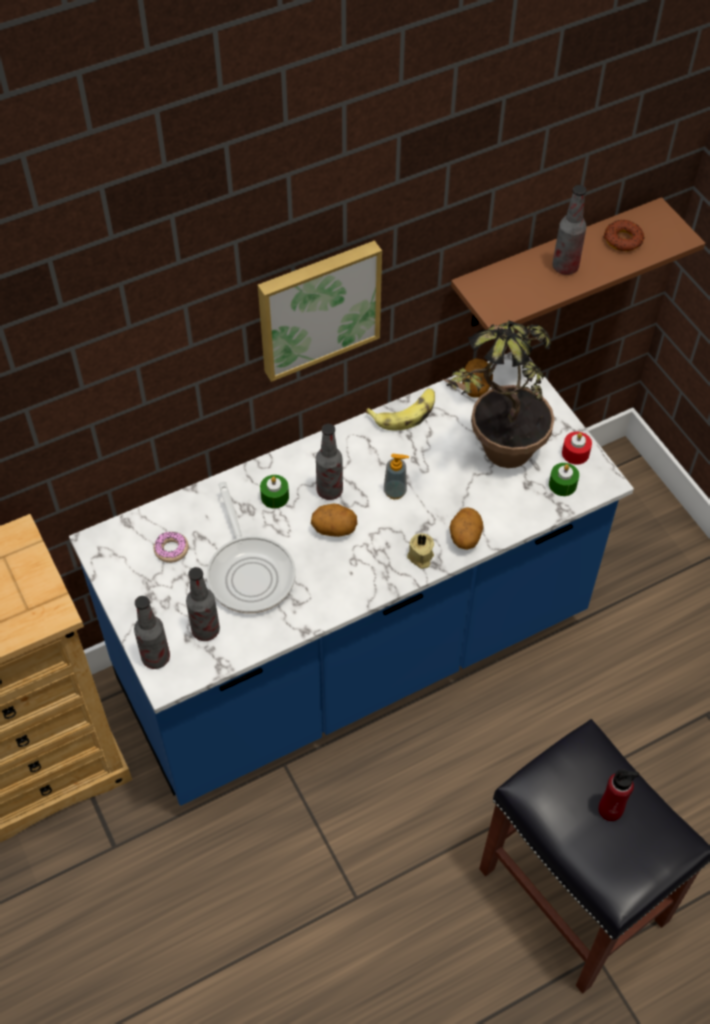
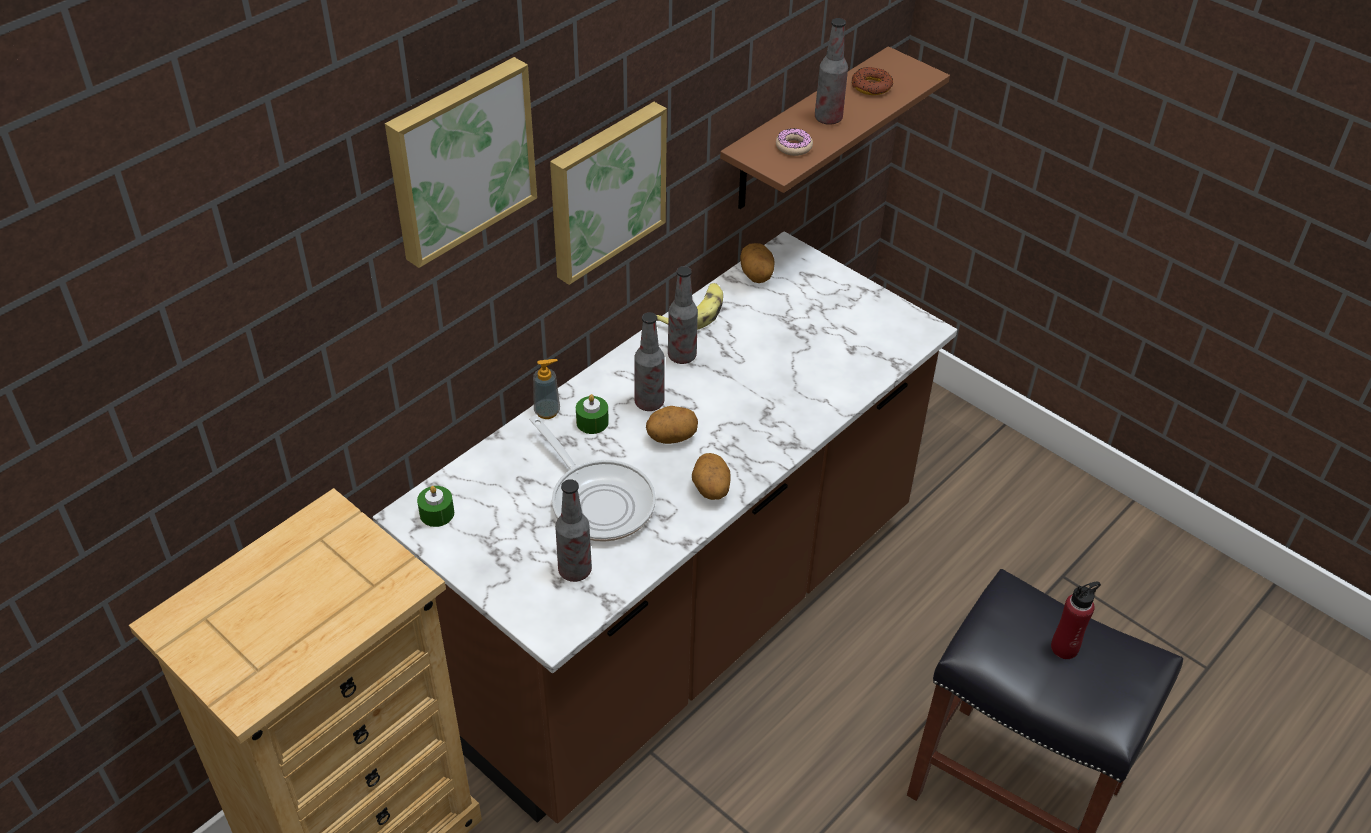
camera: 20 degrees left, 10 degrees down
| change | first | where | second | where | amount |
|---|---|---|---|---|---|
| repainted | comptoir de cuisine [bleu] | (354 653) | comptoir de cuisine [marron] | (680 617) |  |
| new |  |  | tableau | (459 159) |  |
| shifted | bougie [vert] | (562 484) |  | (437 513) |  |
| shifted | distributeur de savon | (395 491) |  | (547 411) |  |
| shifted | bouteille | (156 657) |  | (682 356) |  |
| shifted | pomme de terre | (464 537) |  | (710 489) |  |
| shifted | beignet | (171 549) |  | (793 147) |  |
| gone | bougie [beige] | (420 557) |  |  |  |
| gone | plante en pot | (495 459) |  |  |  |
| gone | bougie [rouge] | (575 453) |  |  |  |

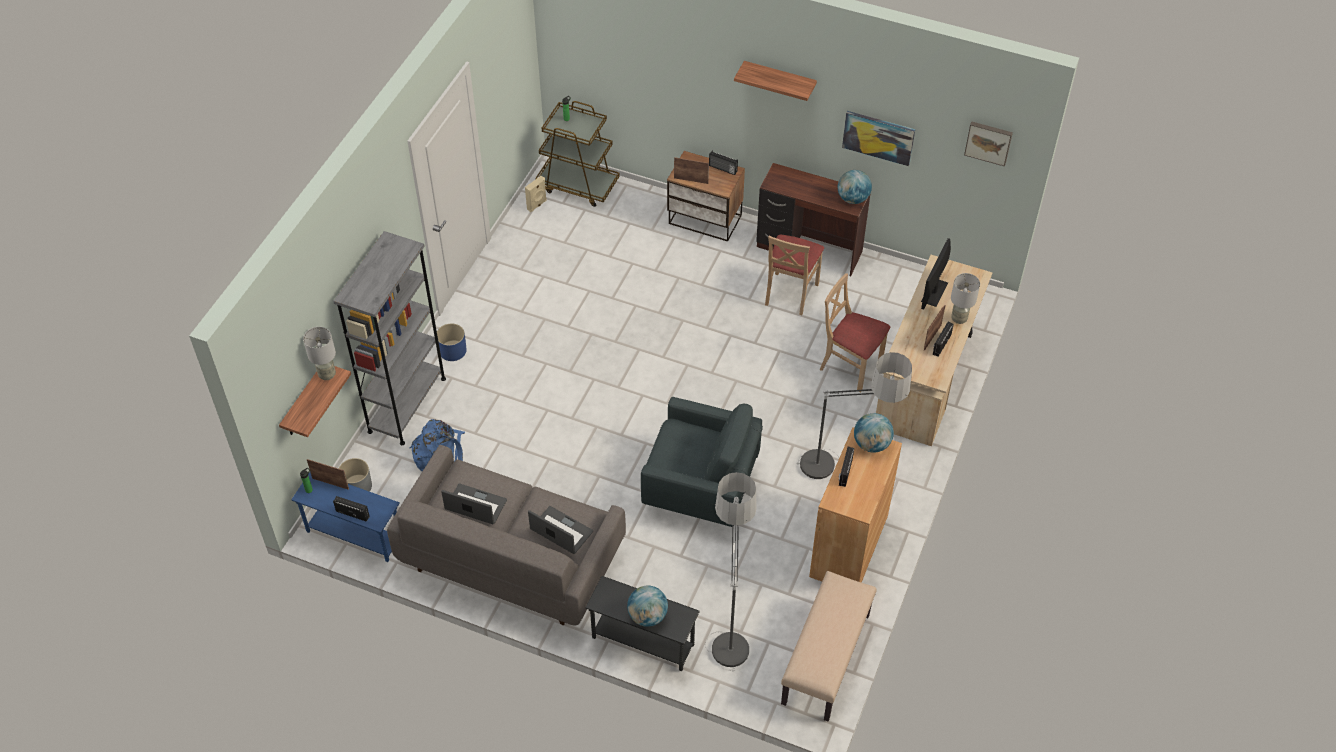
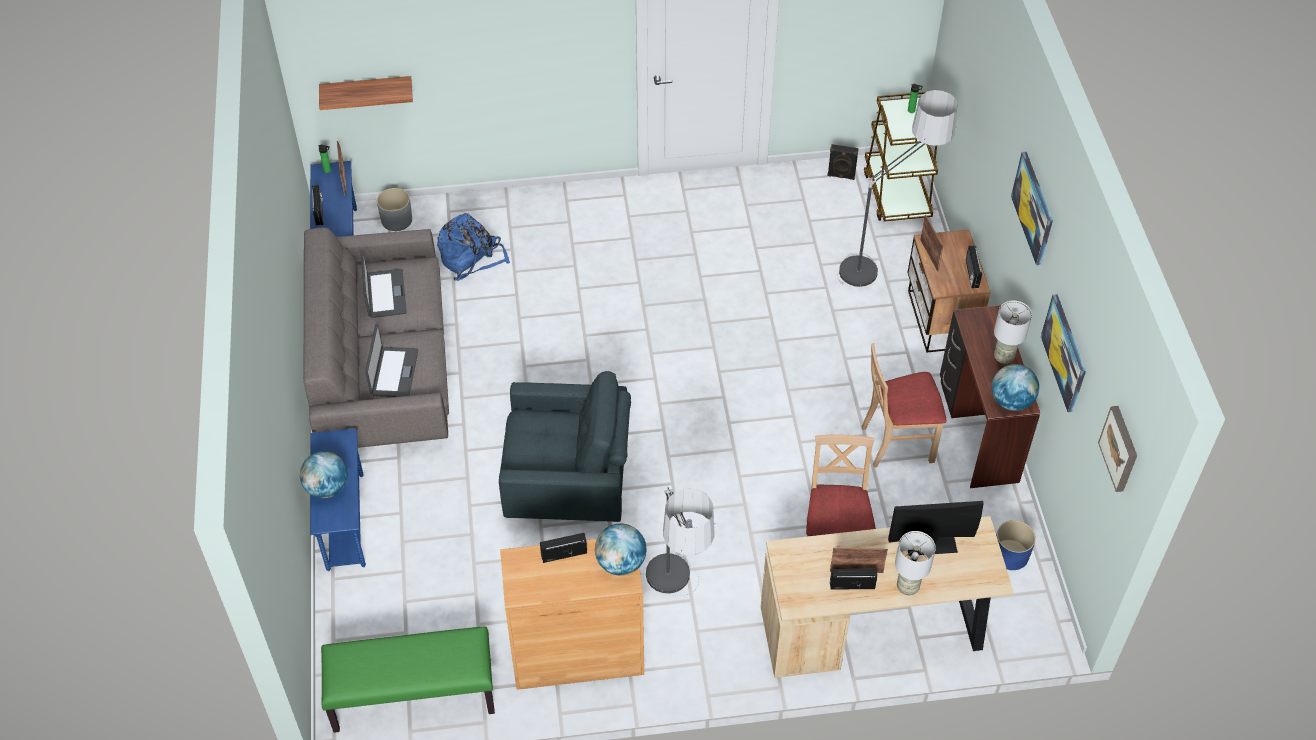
camera: 60 degrees right, 0 degrees up
| change | first | where | second | where | amount |
|---|---|---|---|---|---|
| repainted | table d'appoint [noir] | (643 642) | table d'appoint [bleu] | (344 522) |  |
| repainted | banc [beige] | (826 659) | banc [vert] | (412 697) |  |
| rotated | fauteuil [gris] | (701 487) |  | (568 483) | 75 degrees counterclockwise |
| repainted | enceinte [beige] | (537 205) | enceinte [noir] | (841 176) |  |
| shifted | lampadaire | (728 624) |  | (883 261) |  |
| shifted | lampe de table [gris] | (326 375) |  | (1003 357) |  |
| shifted | cache-pot [bleu] | (453 350) |  | (1010 555) |  |
| swapped | étagère | (779 81) | tableau | (1033 207) |  |
| gone | bibliothèque [gris] | (407 405) |  |  |  |

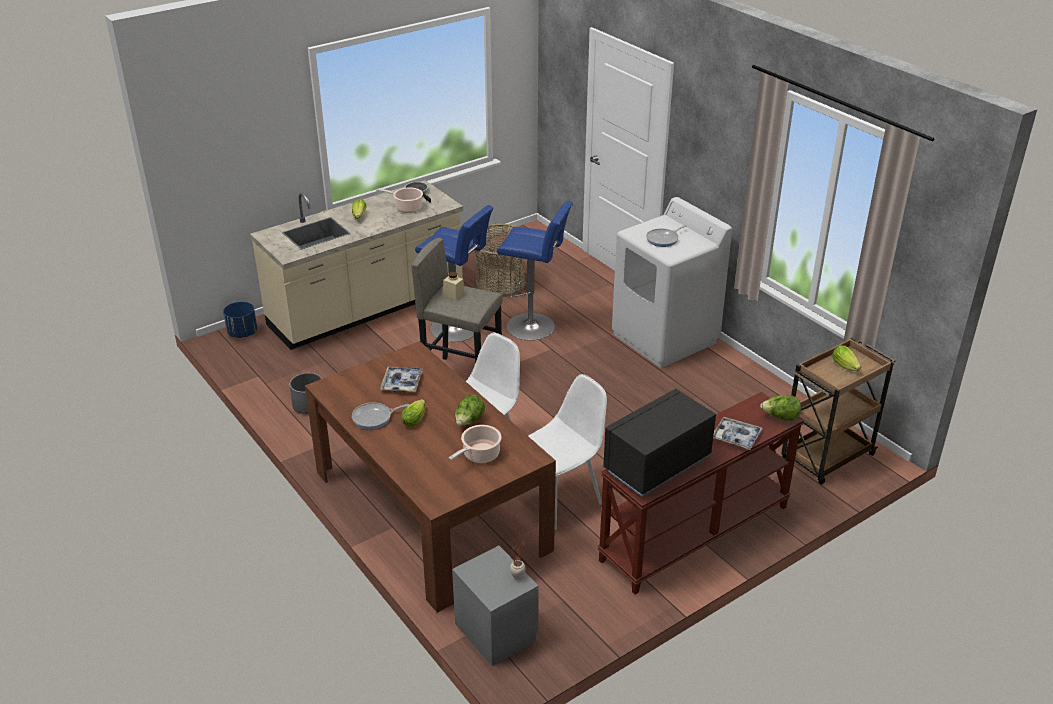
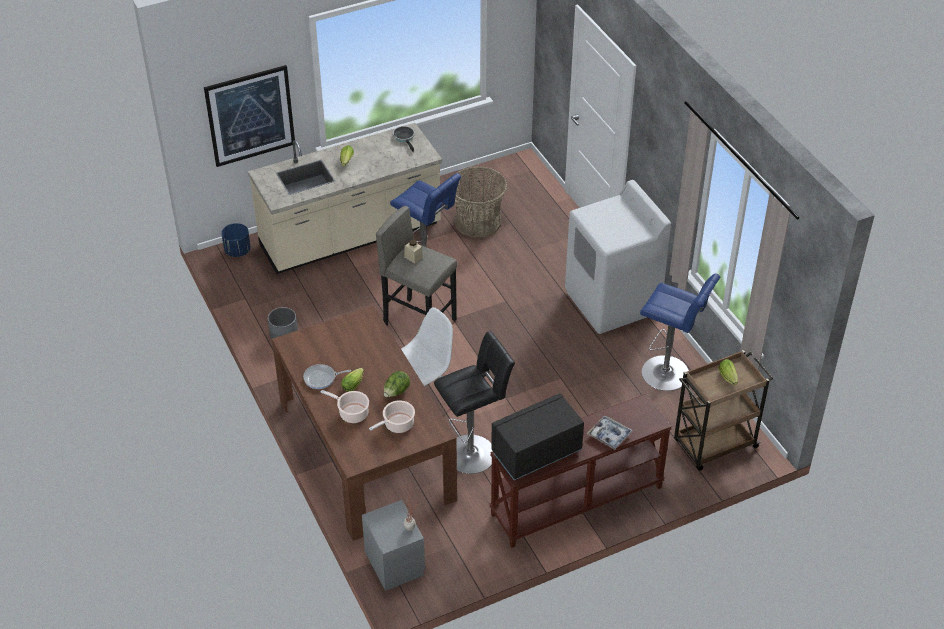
camera: 10 degrees right, 10 degrees up
| change | first | where | second | where | amount |
|---|---|---|---|---|---|
| new |  |  | tableau | (250 115) |  |
| shifted | marmite | (407 208) |  | (352 413) |  |
| swapped | chaise [blanc] | (559 497) | tabouret [noir] | (474 452) |  |
| shifted | tabouret [bleu] | (534 327) |  | (669 374) |  |
| gone | plateau | (402 383) |  |  |  |
| gone | poêle | (664 239) |  |  |  |
| gone | laitue | (780 418) |  |  |  |

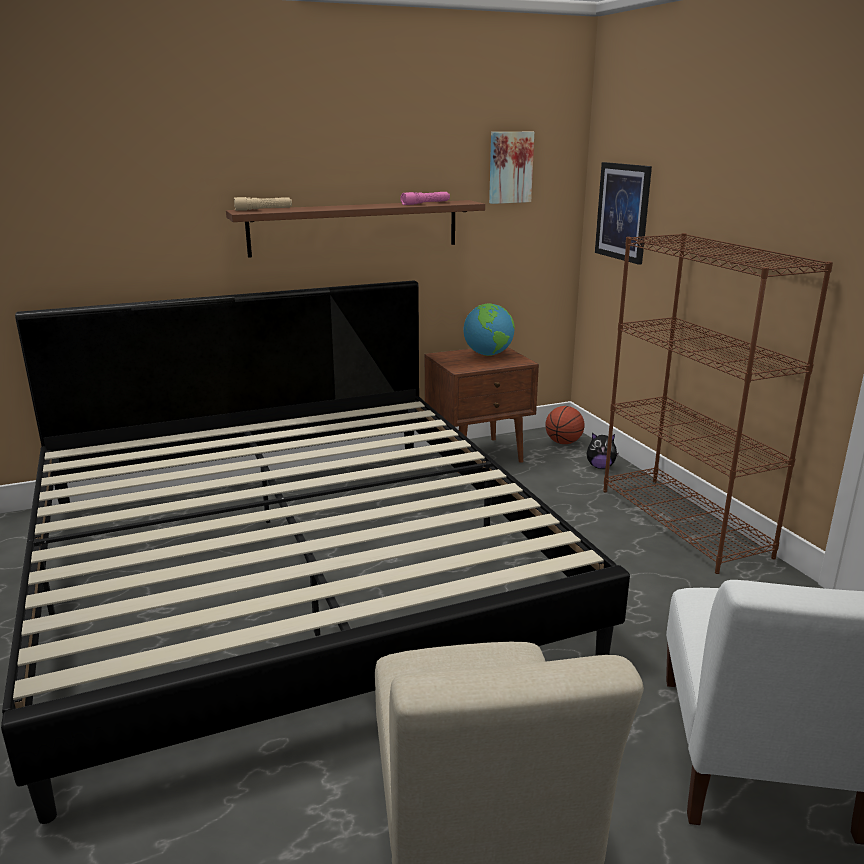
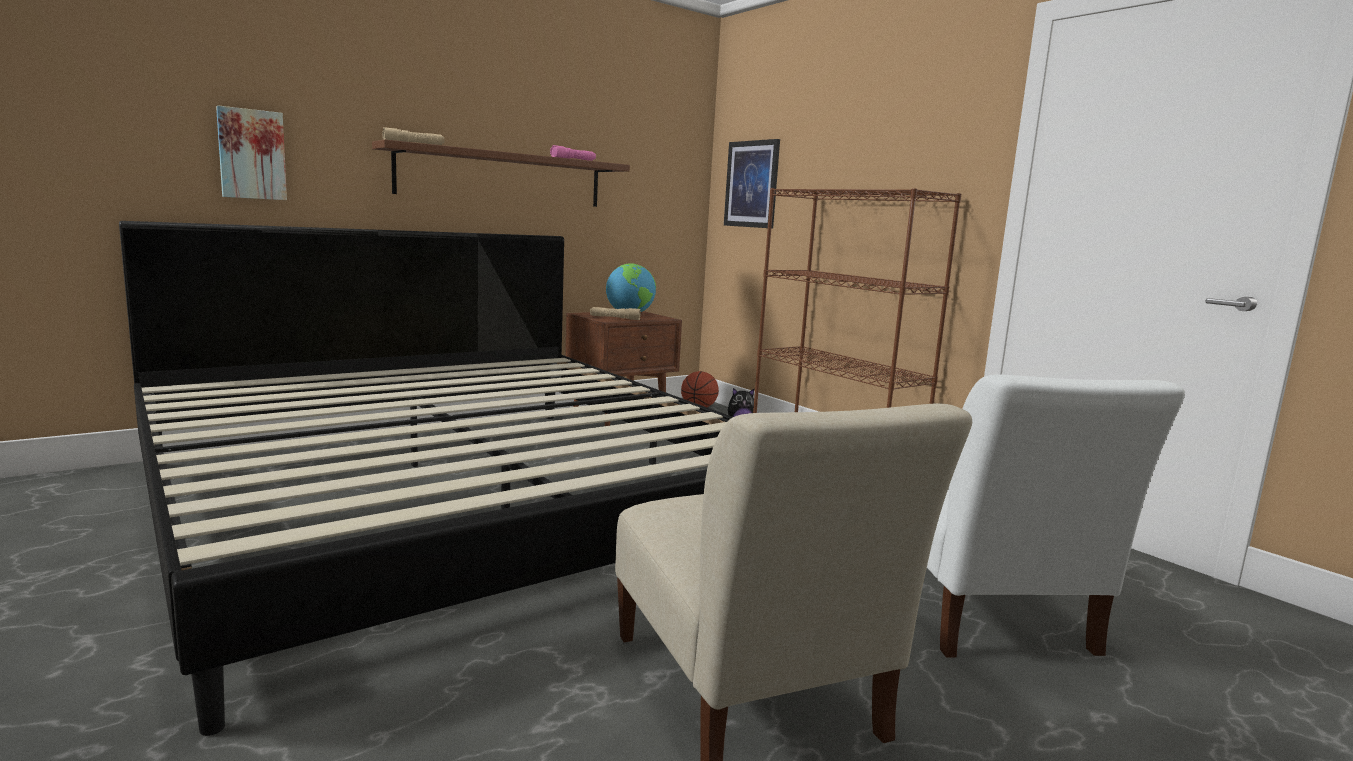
camera: 15 degrees left, 10 degrees down
| change | first | where | second | where | amount |
|---|---|---|---|---|---|
| shifted | tableau | (510 167) |  | (251 154) |  |
| new |  |  | lampe de poche [beige] | (615 318) |  |

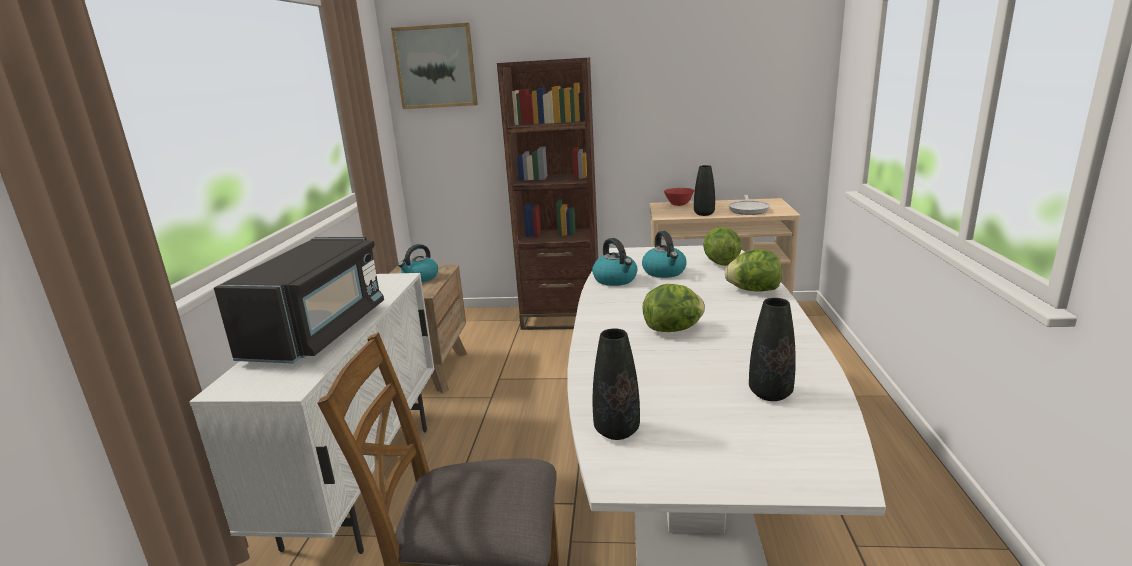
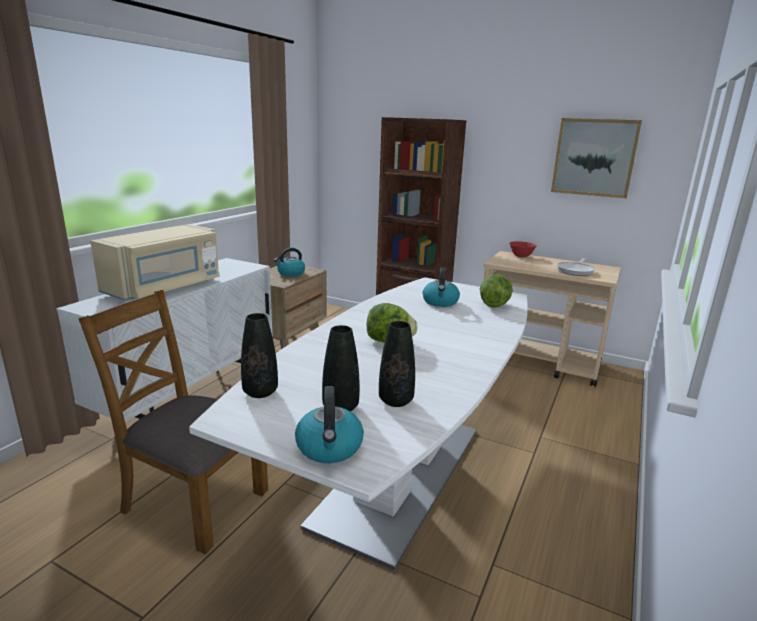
camera: 20 degrees right, 0 degrees up
| change | first | where | second | where | amount |
|---|---|---|---|---|---|
| repainted | micro-ondes [noir] | (318 332) | micro-ondes [beige] | (165 287) |  |
| shifted | bouilloire | (615 280) |  | (330 448) |  |
| shifted | vase [noir] | (704 214) |  | (340 407) |  |
| shifted | tableau | (436 67) |  | (594 157) |  |
| gone | laitue | (753 290) |  |  |  |

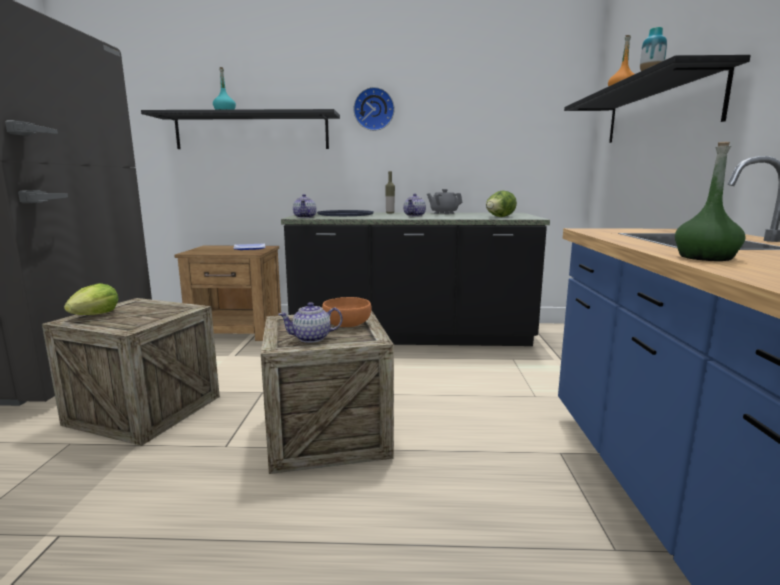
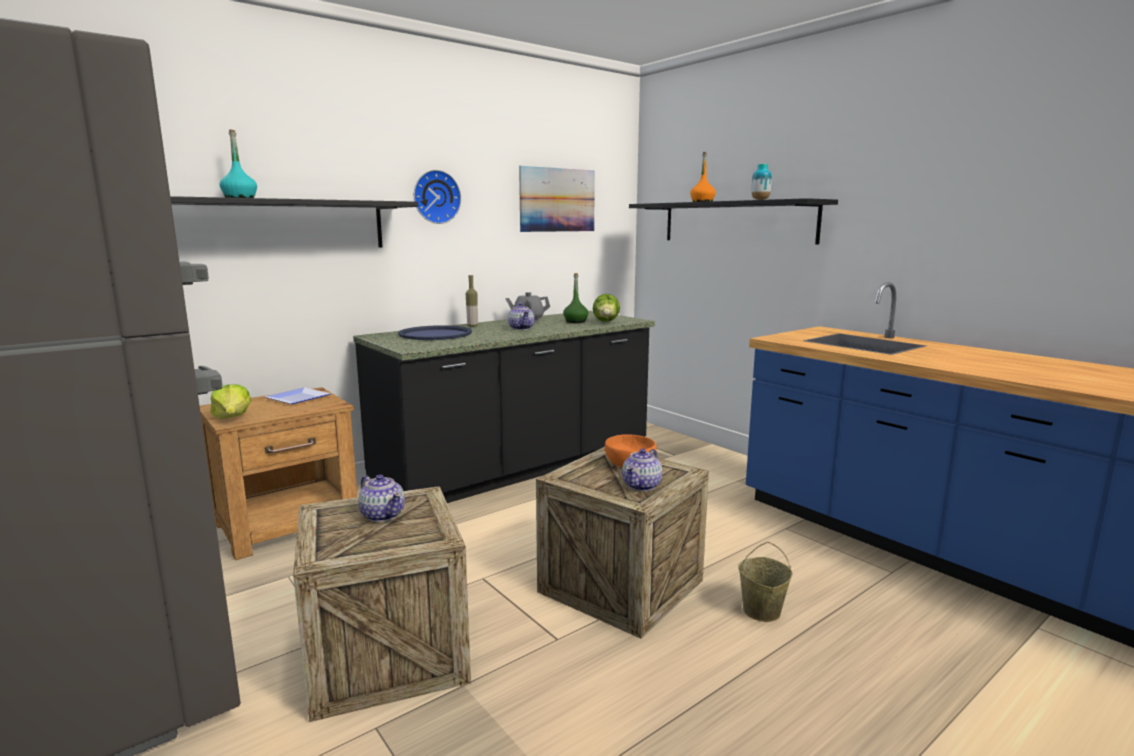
camera: 40 degrees left, 0 degrees up
| change | first | where | second | where | amount |
|---|---|---|---|---|---|
| shifted | laitue | (95 315) |  | (233 417) |  |
| shifted | théière | (305 217) |  | (382 515) |  |
| new |  |  | tableau | (557 200) |  |
| shifted | bouteille [vert] | (705 257) |  | (575 321) |  |
| new |  |  | seau [beige] | (761 611) |  |

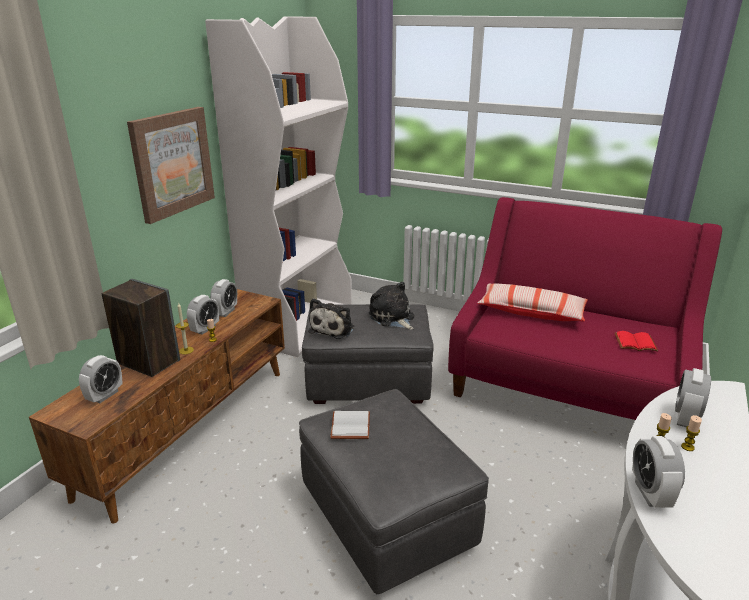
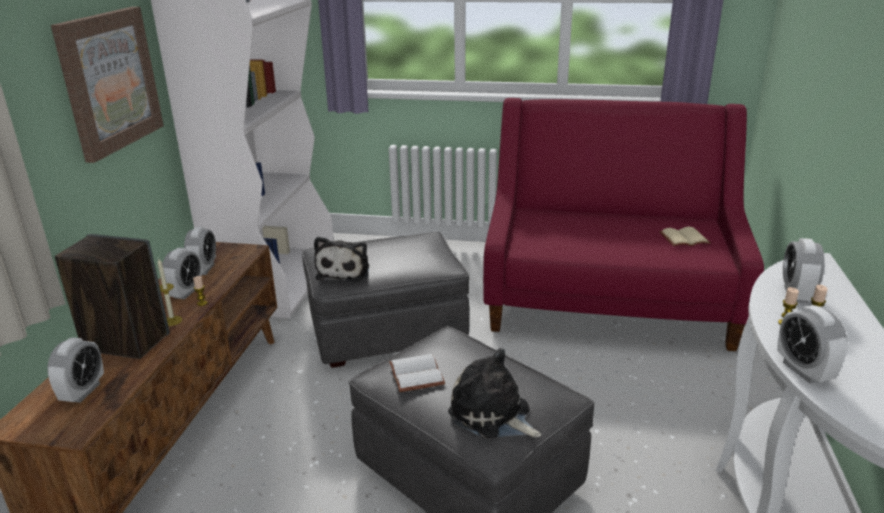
camera: 15 degrees left, 0 degrees up
| change | first | where | second | where | amount |
|---|---|---|---|---|---|
| shifted | peluche | (392 318) |  | (492 415) |  |
| repainted | livre [rouge] | (635 343) | livre [beige] | (684 239) |  |
| gone | coussin | (531 312) |  |  |  |

